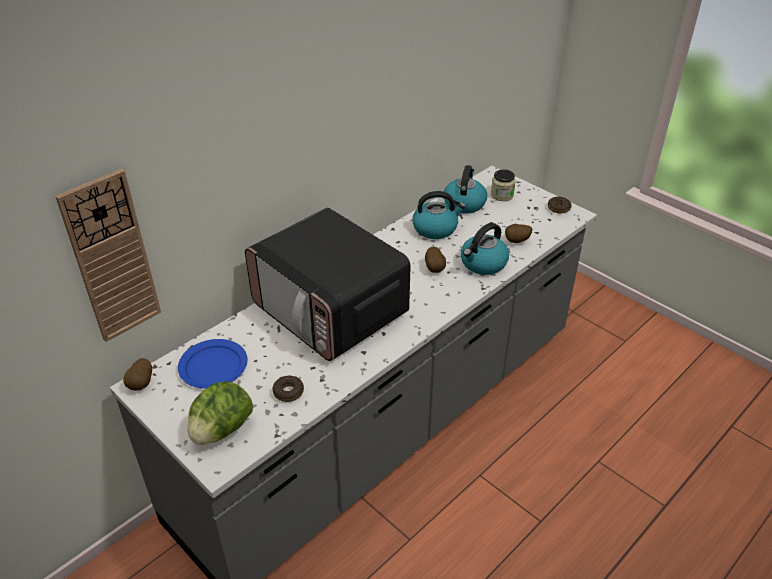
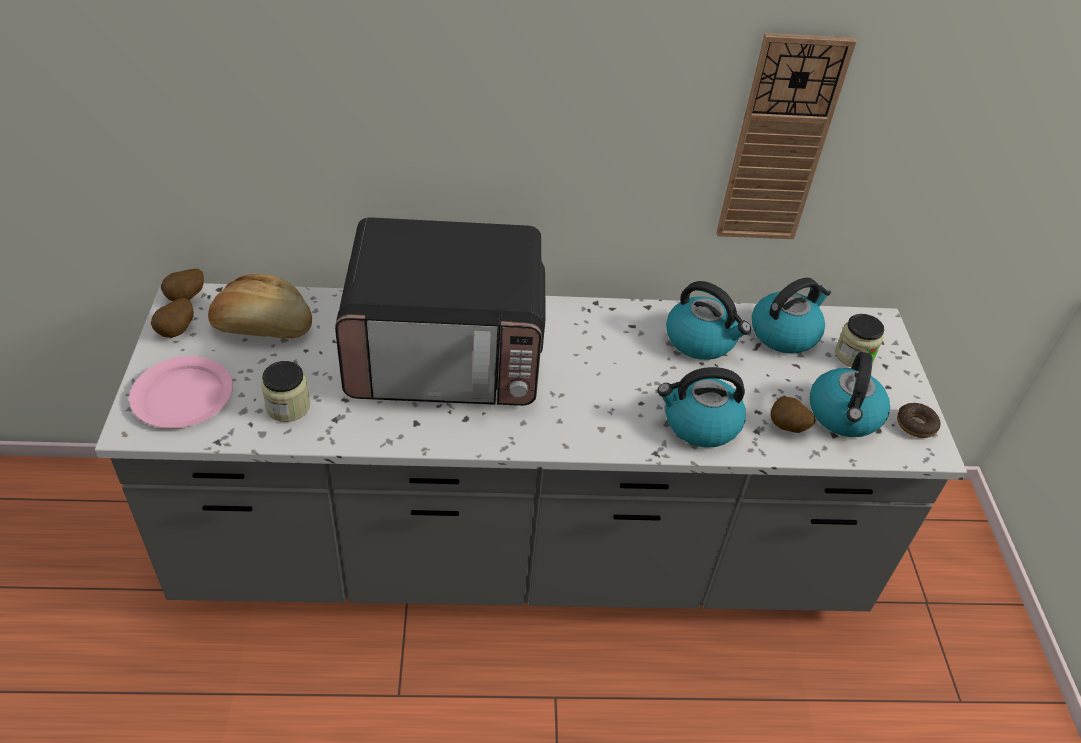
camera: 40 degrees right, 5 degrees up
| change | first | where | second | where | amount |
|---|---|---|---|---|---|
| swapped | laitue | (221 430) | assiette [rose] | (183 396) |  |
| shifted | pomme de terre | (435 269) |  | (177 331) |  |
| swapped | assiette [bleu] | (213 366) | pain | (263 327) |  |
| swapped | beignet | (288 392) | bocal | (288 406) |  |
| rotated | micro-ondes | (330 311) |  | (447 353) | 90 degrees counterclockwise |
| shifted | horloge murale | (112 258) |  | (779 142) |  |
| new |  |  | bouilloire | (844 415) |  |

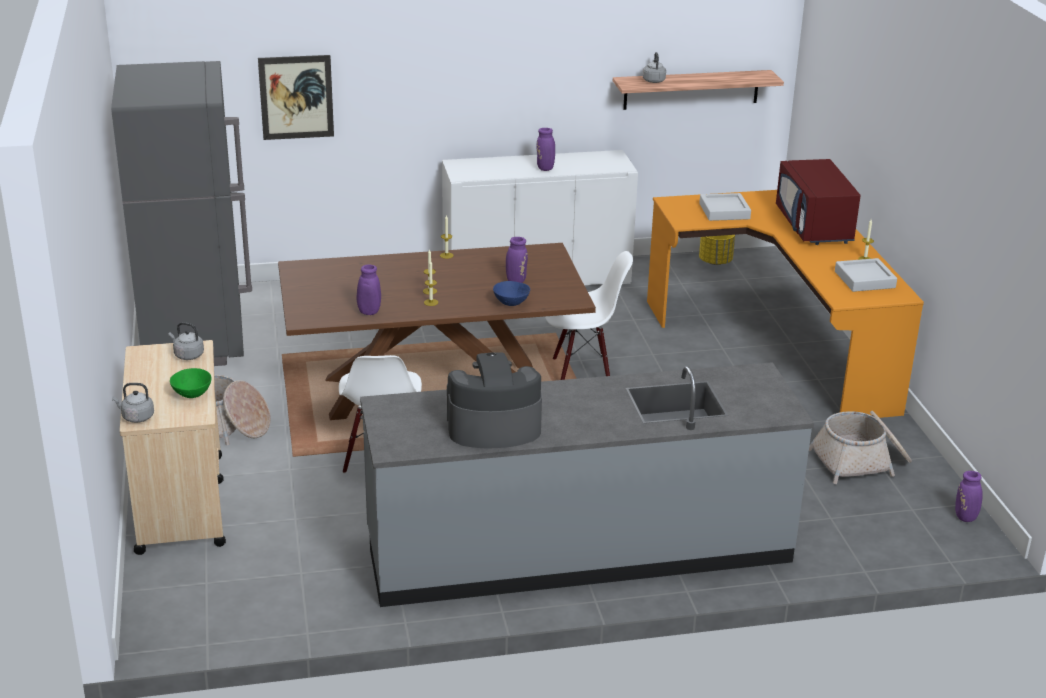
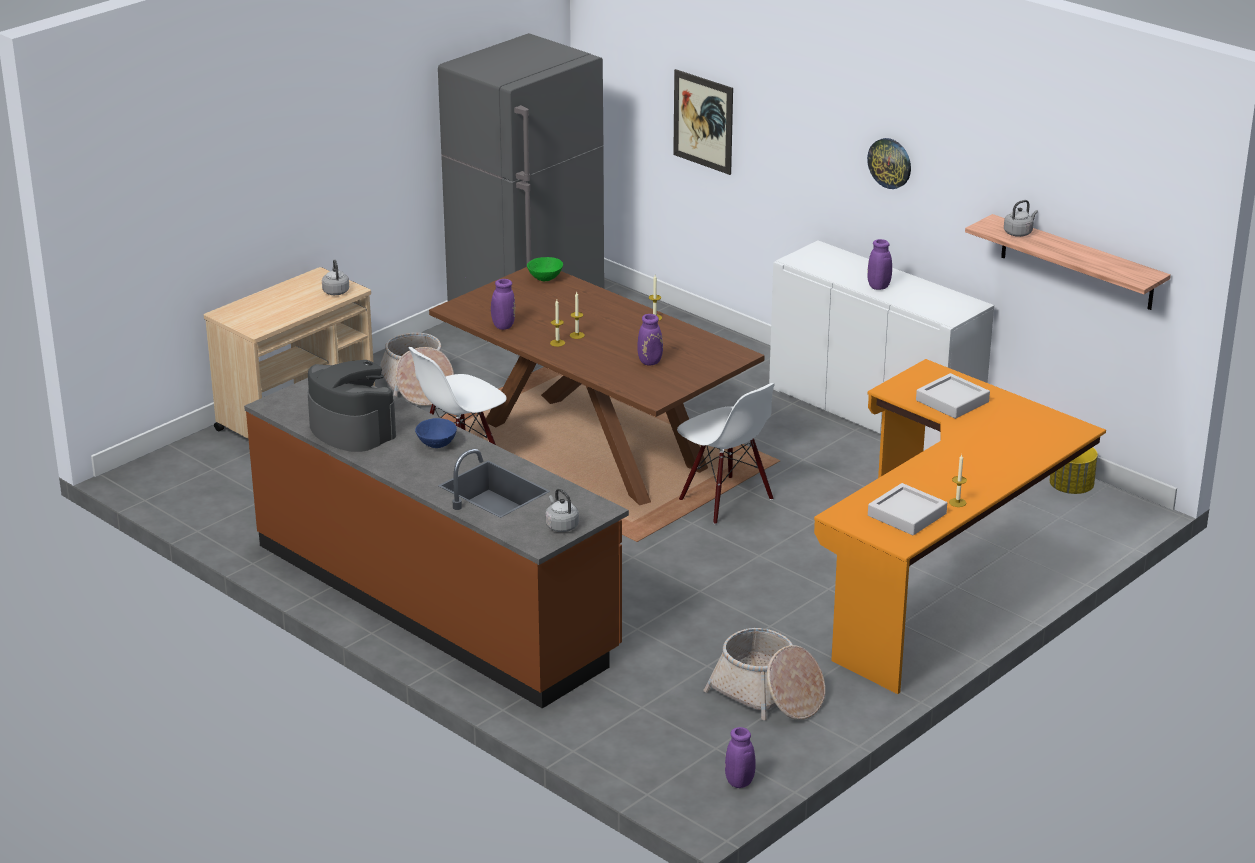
camera: 55 degrees right, 0 degrees up
| change | first | where | second | where | amount |
|---|---|---|---|---|---|
| repainted | comptoir de cuisine [gris] | (578 549) | comptoir de cuisine [marron] | (435 599) |  |
| shifted | bol [bleu] | (511 304) |  | (436 445) |  |
| shifted | bol [vert] | (191 395) |  | (545 279) |  |
| shifted | bouilloire [gris] | (136 417) |  | (561 525) |  |
| new |  |  | horloge murale | (890 163) |  |
| gone | micro-ondes [rouge] | (814 226) |  |  |  |

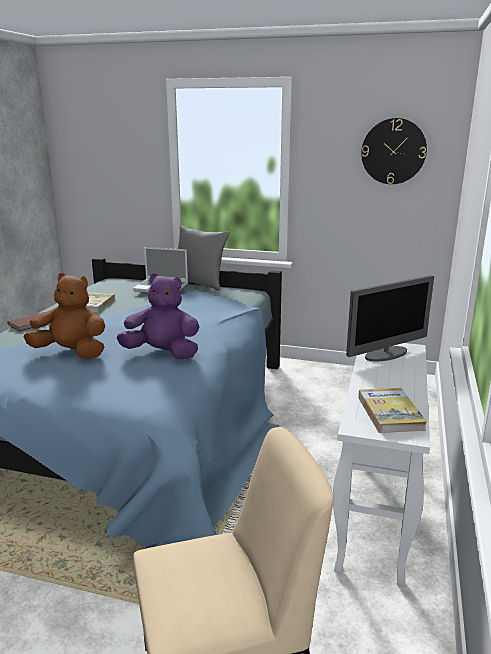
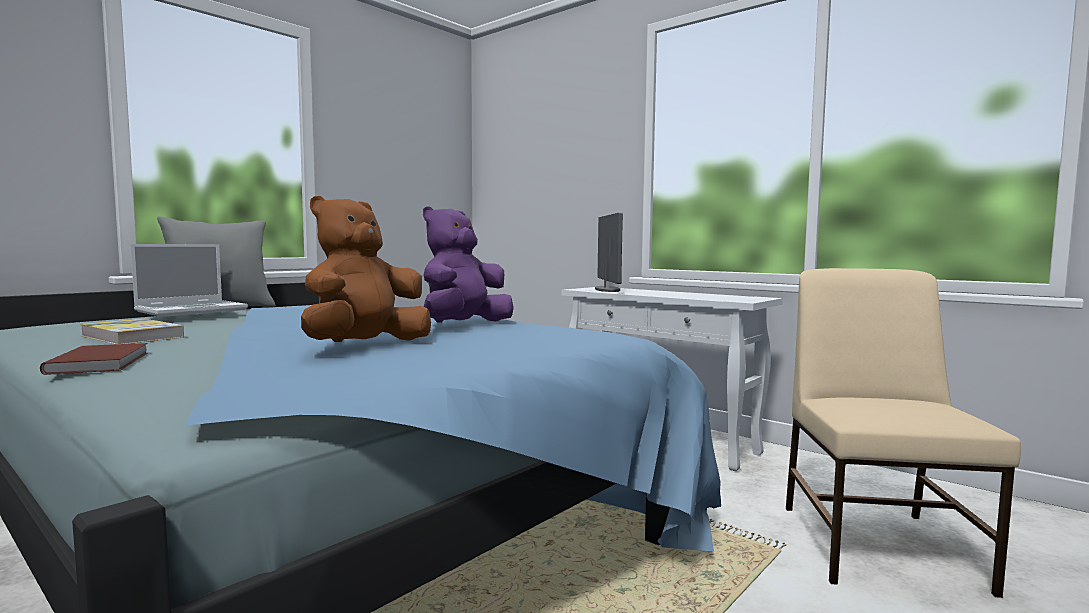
camera: 65 degrees left, 15 degrees down
| change | first | where | second | where | amount |
|---|---|---|---|---|---|
| gone | livre | (390 413) |  |  |  |
| gone | horloge murale | (393 151) |  |  |  |

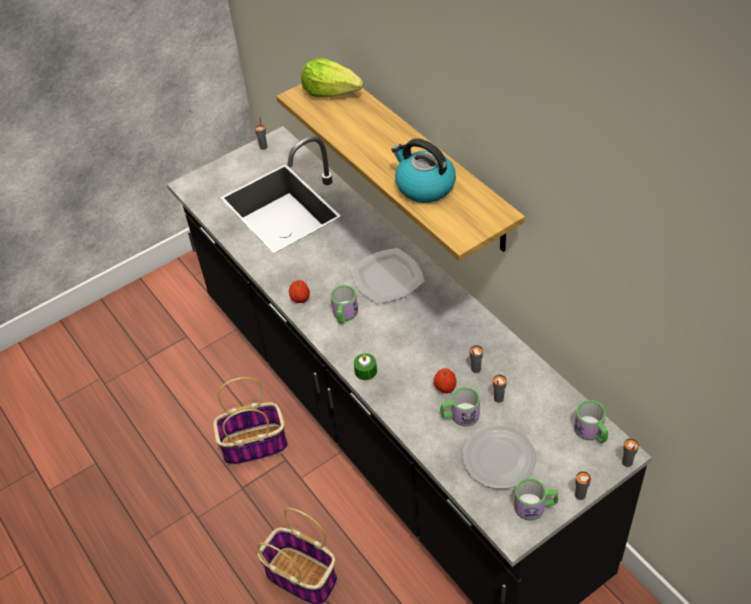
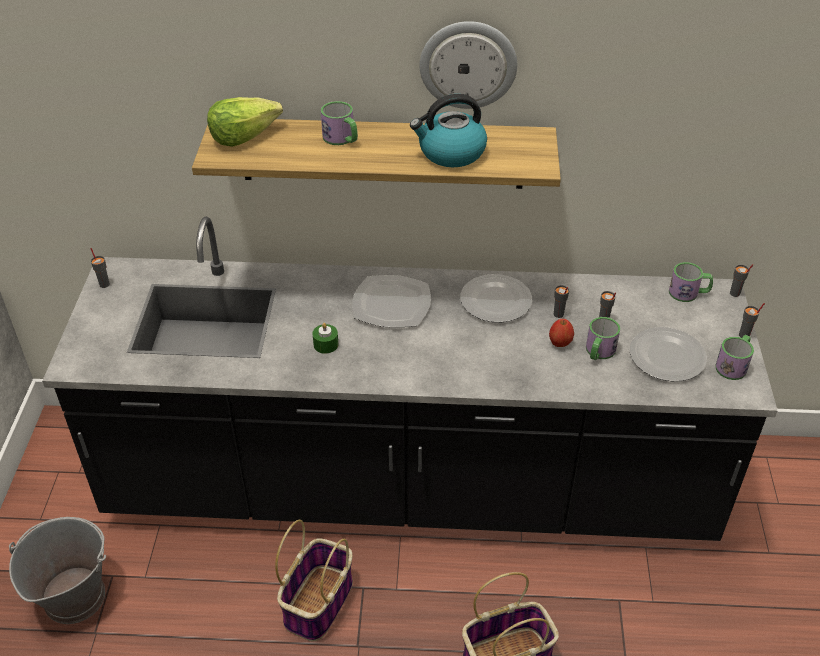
camera: 55 degrees left, 5 degrees down
| change | first | where | second | where | amount |
|---|---|---|---|---|---|
| new |  |  | seau [gris] | (74 596) |  |
| shifted | bougie [vert] | (365 371) |  | (326 344) |  |
| shifted | mug | (344 315) |  | (342 139) |  |
| new |  |  | horloge murale | (468 64) |  |
| new |  |  | assiette | (496 300) |  |
| gone | pomme | (300 299) |  |  |  |

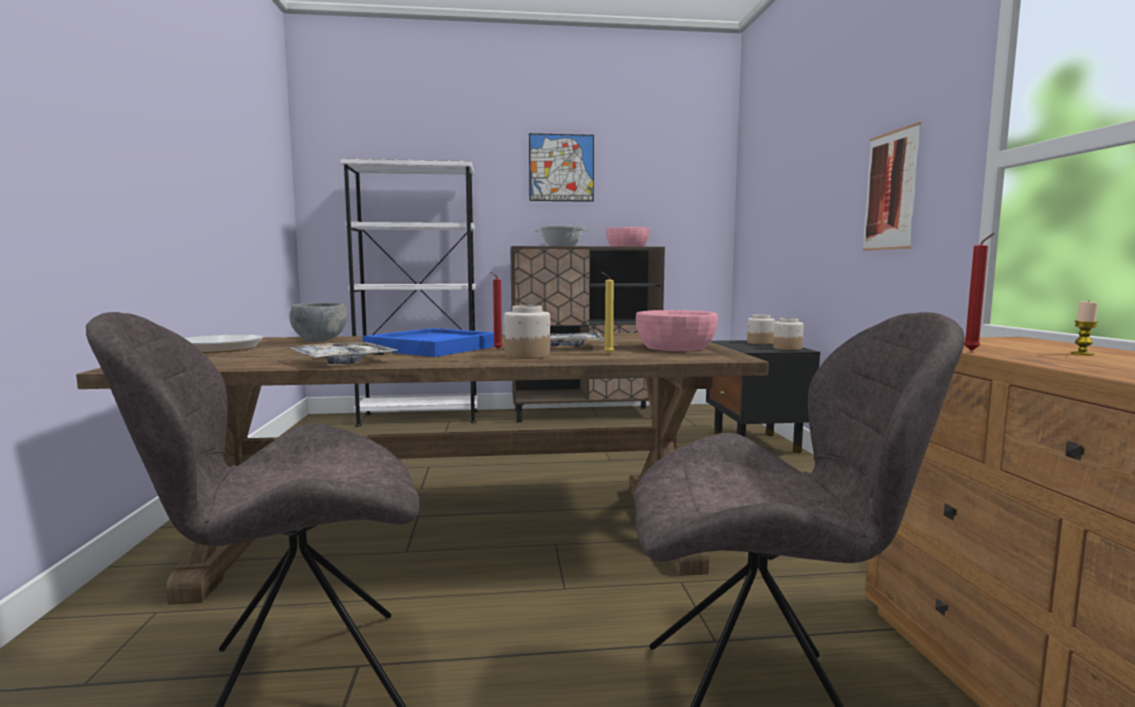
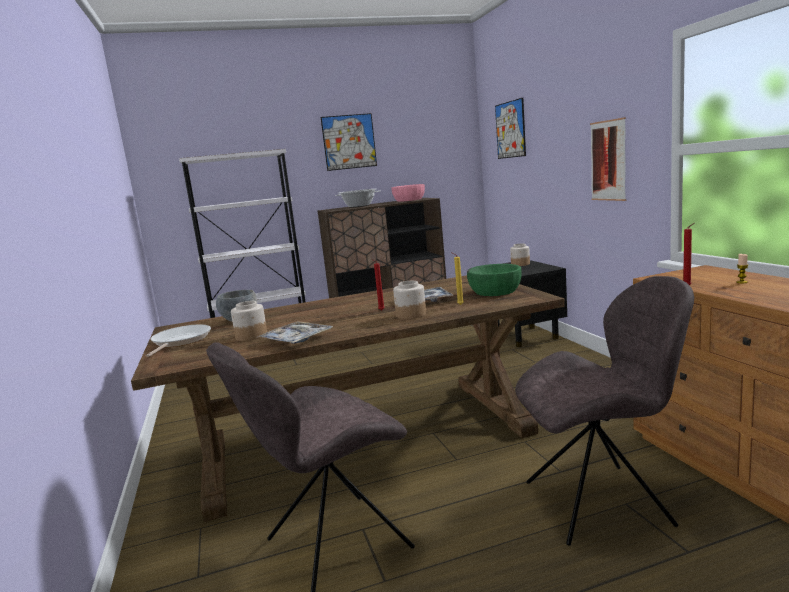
camera: 10 degrees left, 5 degrees up
| change | first | where | second | where | amount |
|---|---|---|---|---|---|
| shifted | bocal | (787 348) |  | (251 336) |  |
| repainted | bol [rose] | (675 347) | bol [vert] | (495 291) |  |
| new |  |  | tableau | (510 129) |  |
| gone | plateau [bleu] | (433 347) |  |  |  |

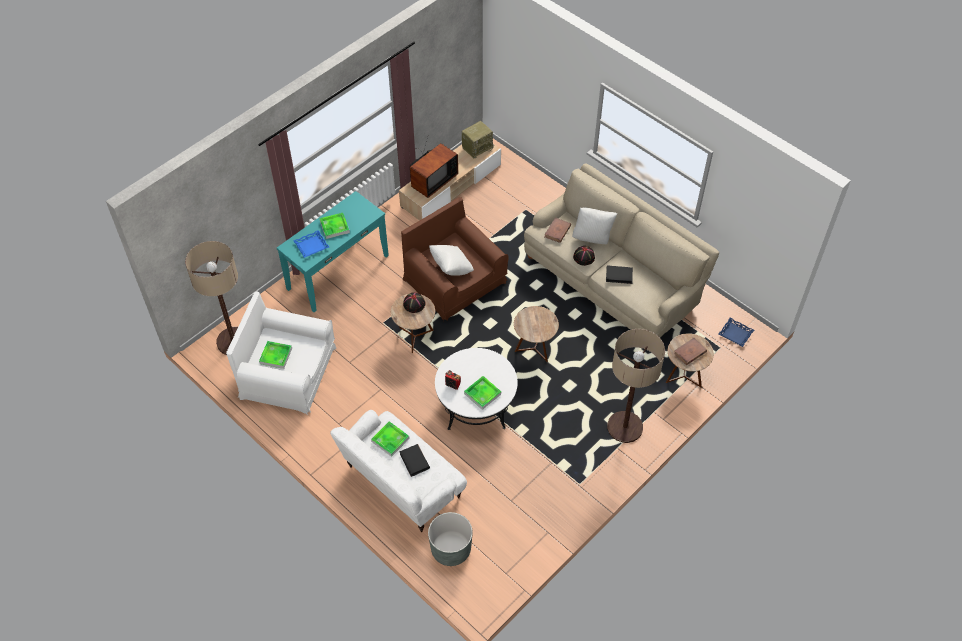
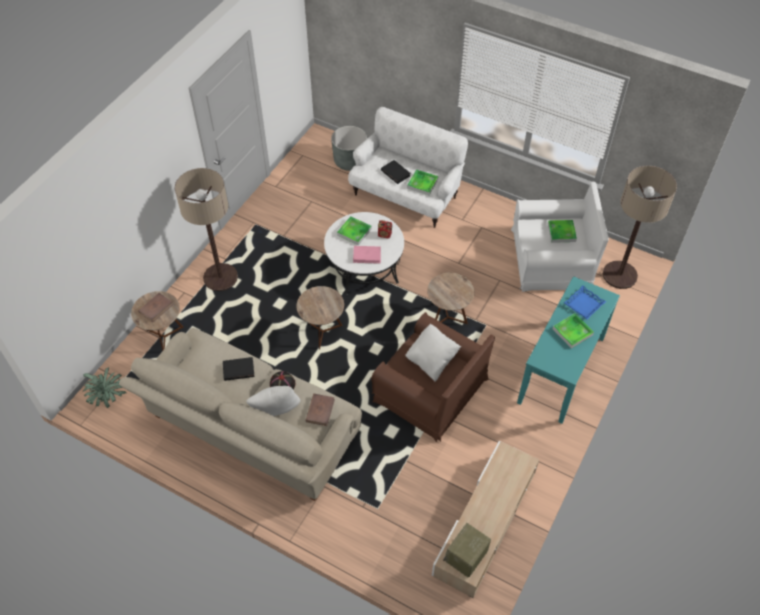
camera: 165 degrees right, 0 degrees up
| change | first | where | second | where | amount |
|---|---|---|---|---|---|
| swapped | plateau [bleu] | (735 334) | plante en pot | (108 396) |  |
| new |  |  | livre [rose] | (367 255) |  |
| gone | chapeau [noir] | (414 304) |  |  |  |
| gone | téléviseur | (432 181) |  |  |  |

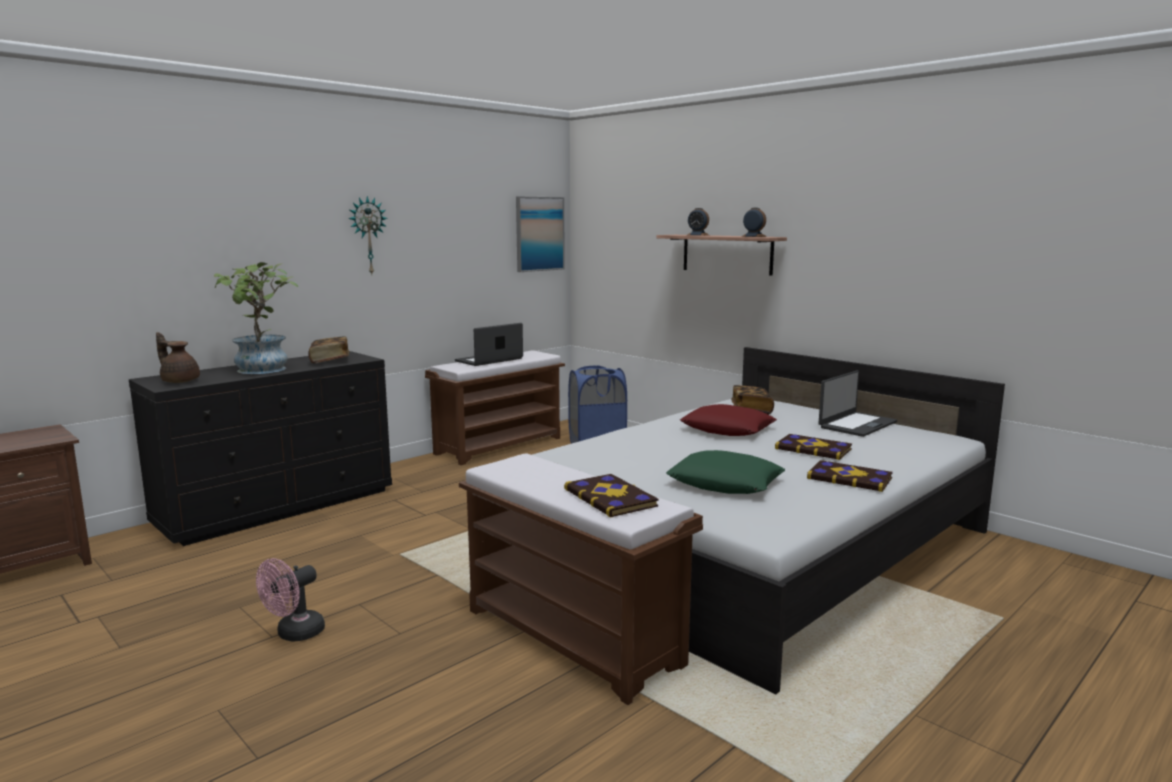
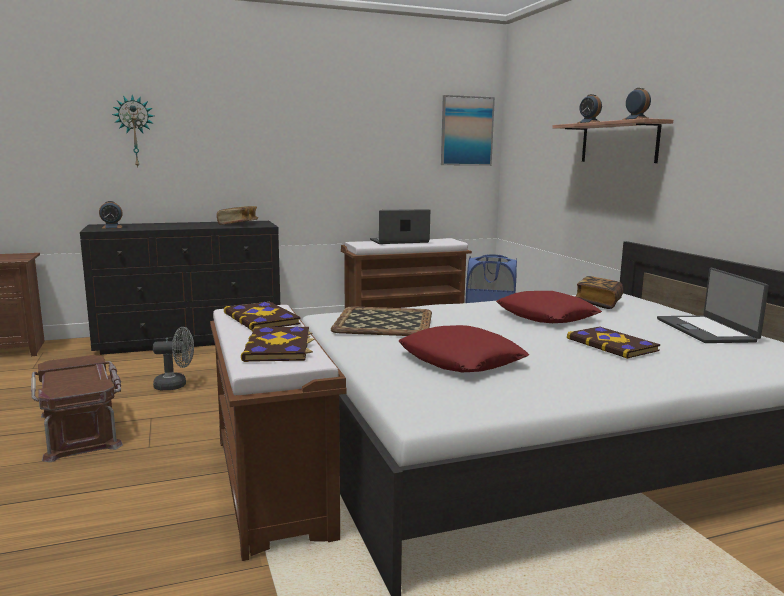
camera: 25 degrees right, 0 degrees up
| change | first | where | second | where | amount |
|---|---|---|---|---|---|
| swapped | ventilateur [rose] | (294 634) | boîte de rangement [marron] | (82 429) |  |
| swapped | théière [marron] | (179 381) | réveil | (112 227) |  |
| shifted | horloge murale | (367 236) |  | (135 131) |  |
| new |  |  | ventilateur [gris] | (176 385) |  |
| shifted | livre | (849 478) |  | (262 319) |  |
| new |  |  | plateau | (383 322) |  |
| repainted | coussin [vert] | (725 483) | coussin [rouge] | (461 360) |  |
| rotated | ordinateur portable | (856 424) |  | (706 330) | 105 degrees clockwise |
| gone | plante en pot | (262 370) |  |  |  |

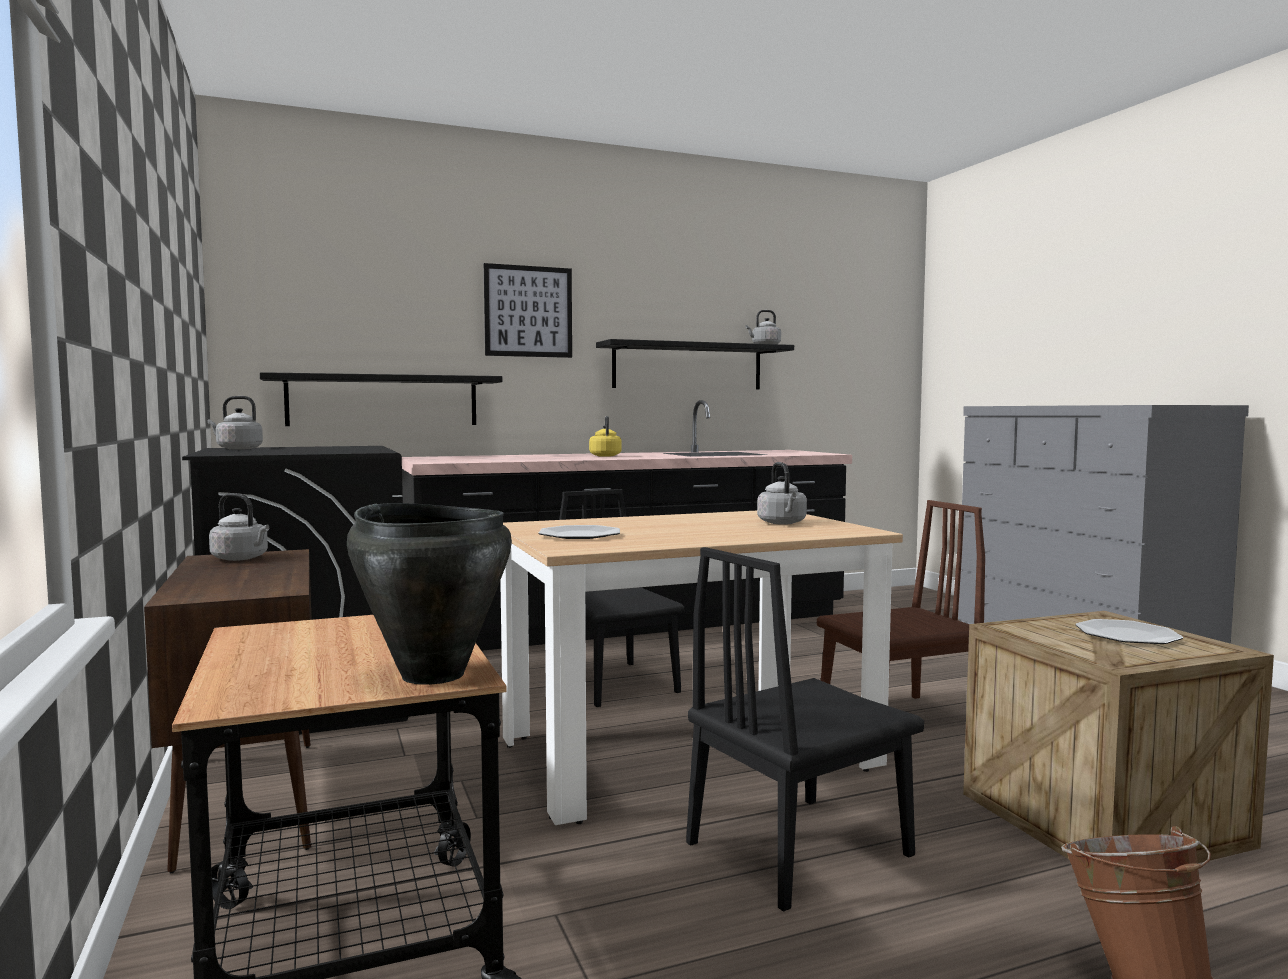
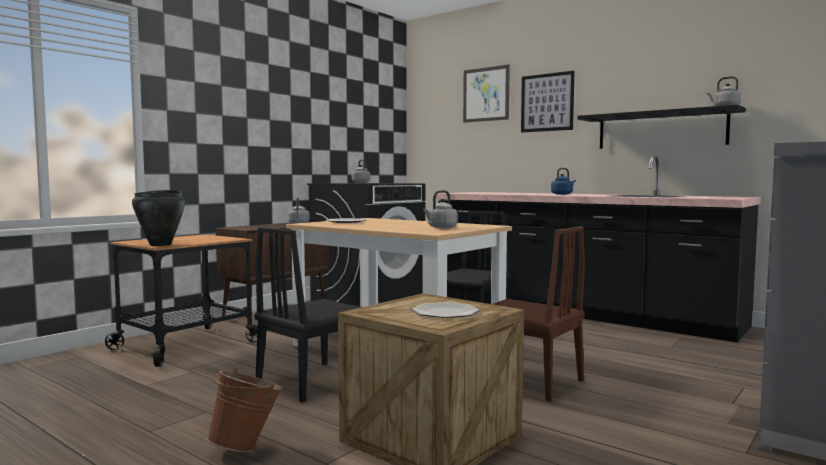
camera: 60 degrees right, 0 degrees up
| change | first | where | second | where | amount |
|---|---|---|---|---|---|
| rotated | chaise [noir] | (799 848) |  | (314 380) | 75 degrees counterclockwise |
| new |  |  | tableau | (486 94) |  |
| repainted | bouilloire [jaune] | (605 456) | bouilloire [bleu] | (562 194) |  |
| gone | étagère [noir] | (383 400) |  |  |  |

